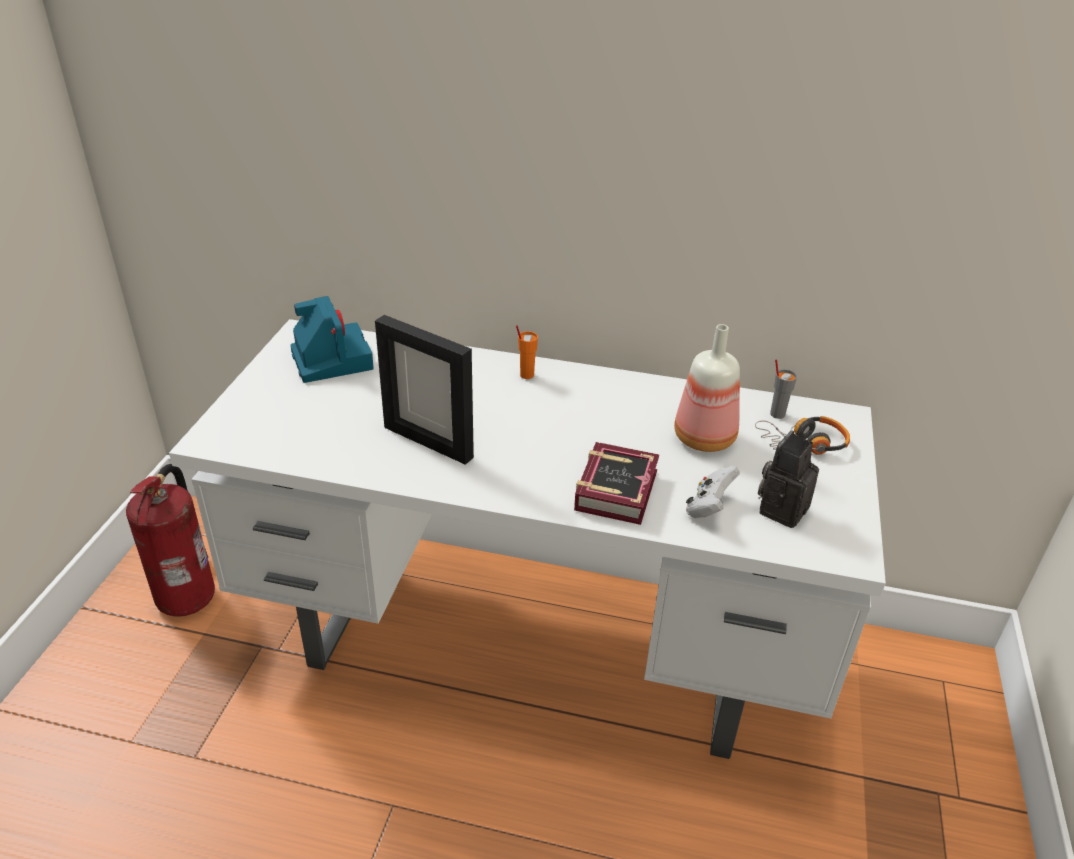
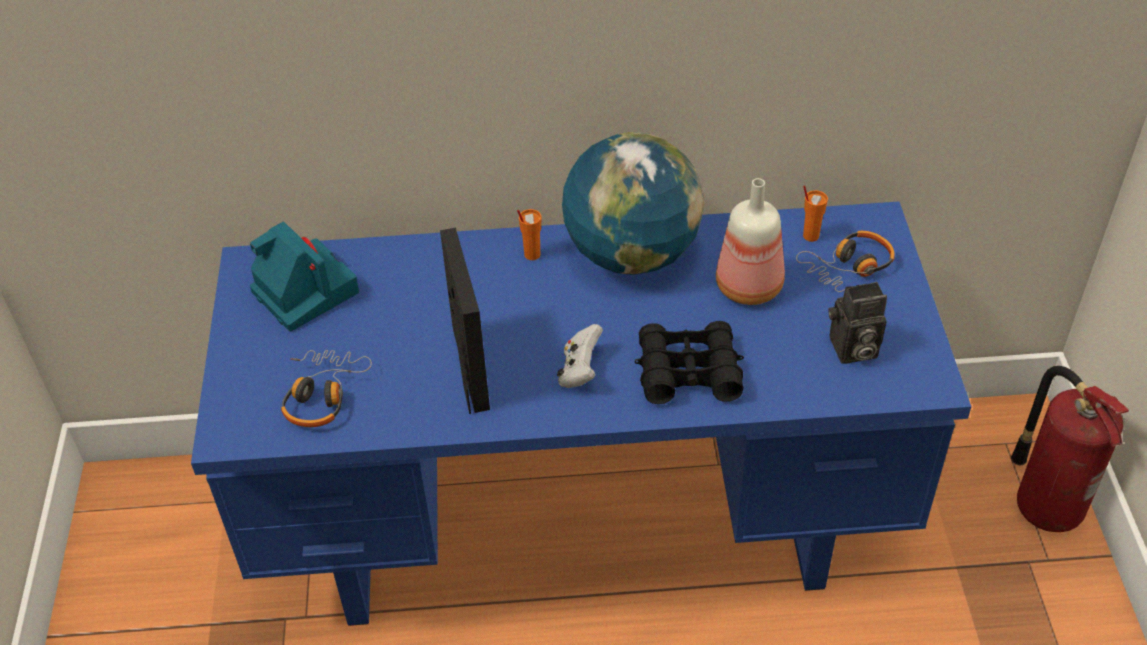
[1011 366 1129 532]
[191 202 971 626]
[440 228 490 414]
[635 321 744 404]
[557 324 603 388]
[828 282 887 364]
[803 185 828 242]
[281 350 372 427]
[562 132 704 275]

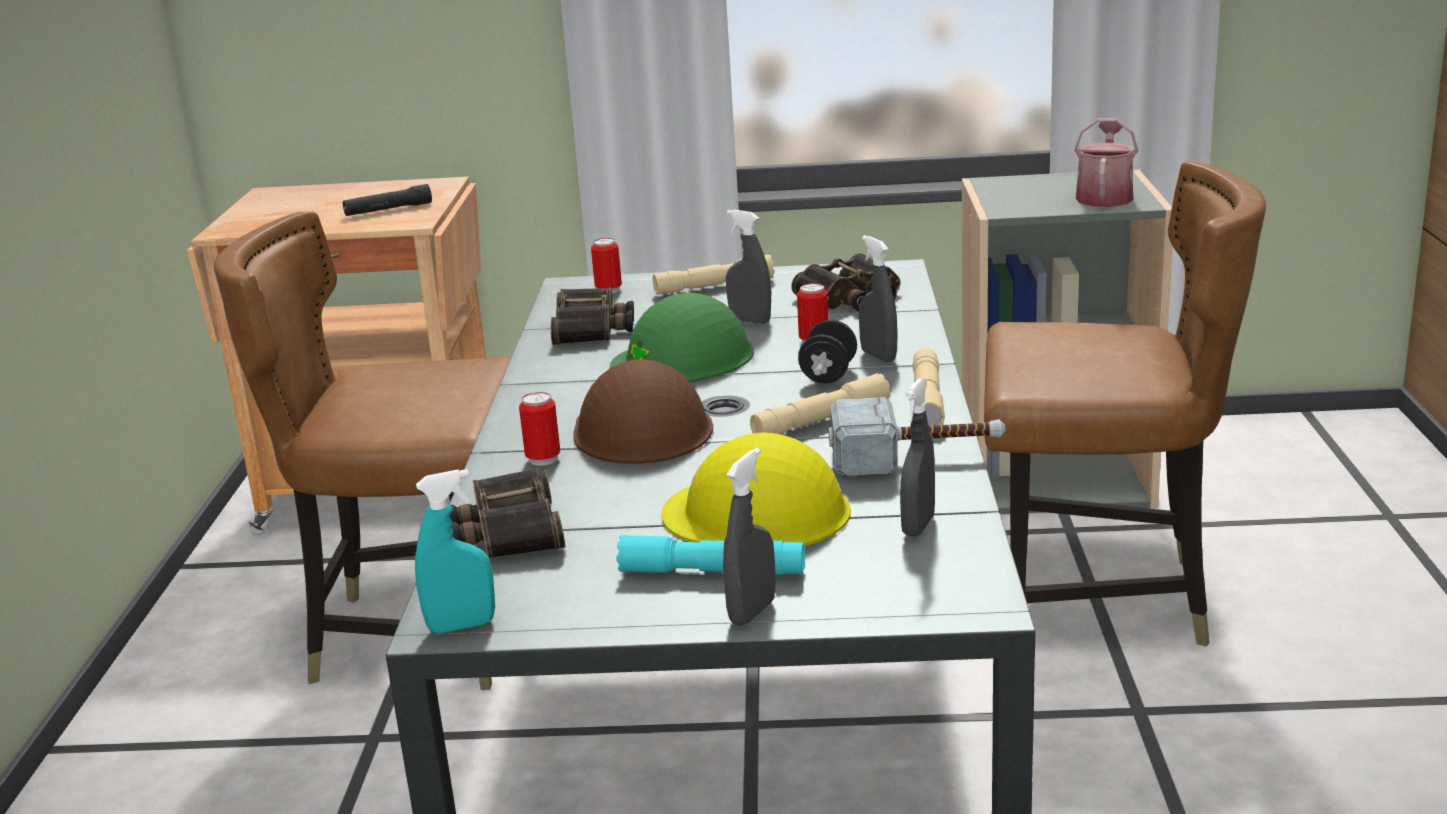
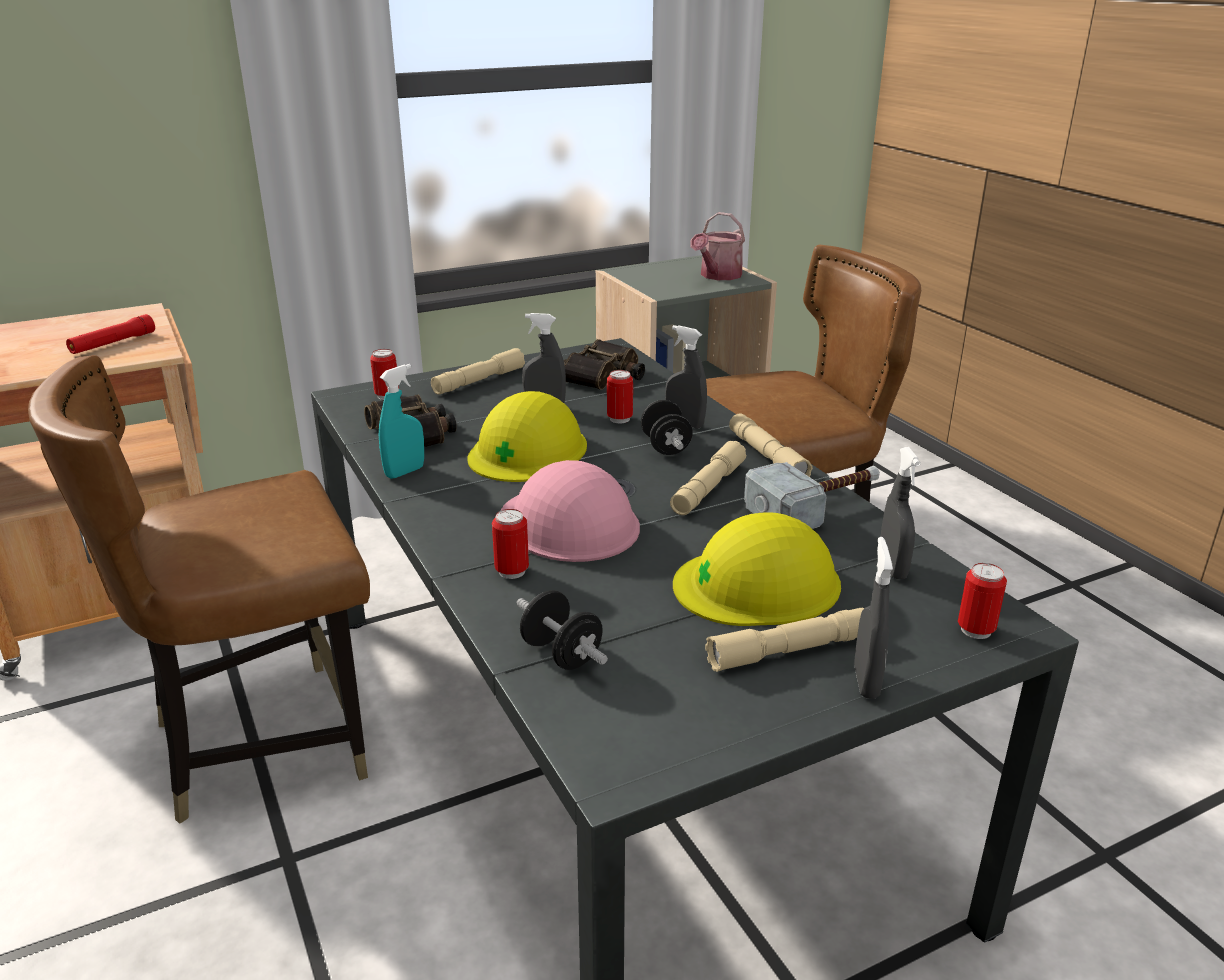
[66 314 155 354]
[379 364 424 479]
[516 590 608 670]
[501 460 640 562]
[467 391 587 482]
[705 608 864 672]
[690 212 745 280]
[958 563 1007 639]

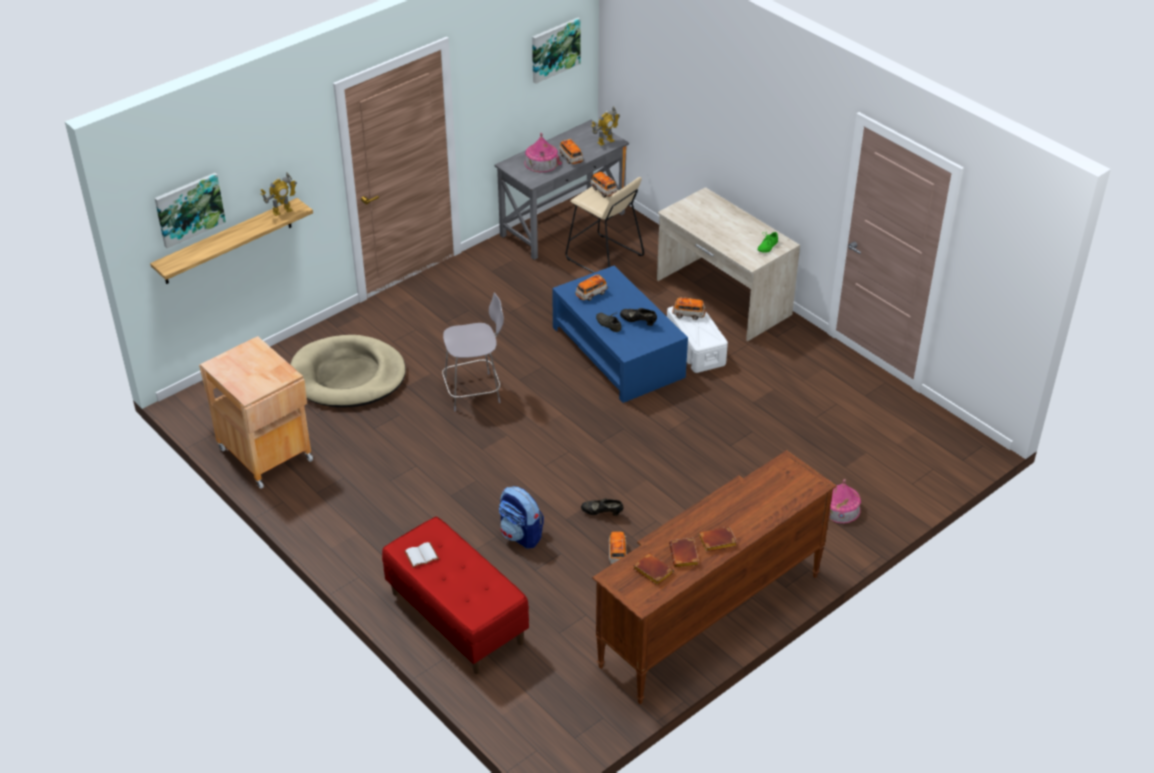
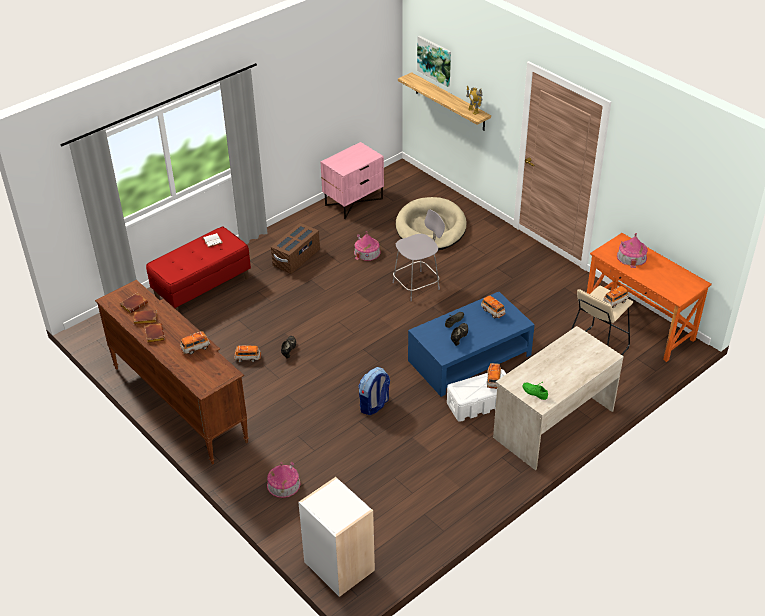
[321 142 384 219]
[393 209 445 301]
[587 233 712 362]
[358 367 390 415]
[532 18 581 84] (first image)
[180 331 210 354]
[592 107 620 146] (first image)
[271 223 320 274]
[298 477 375 597]
[354 231 380 261]

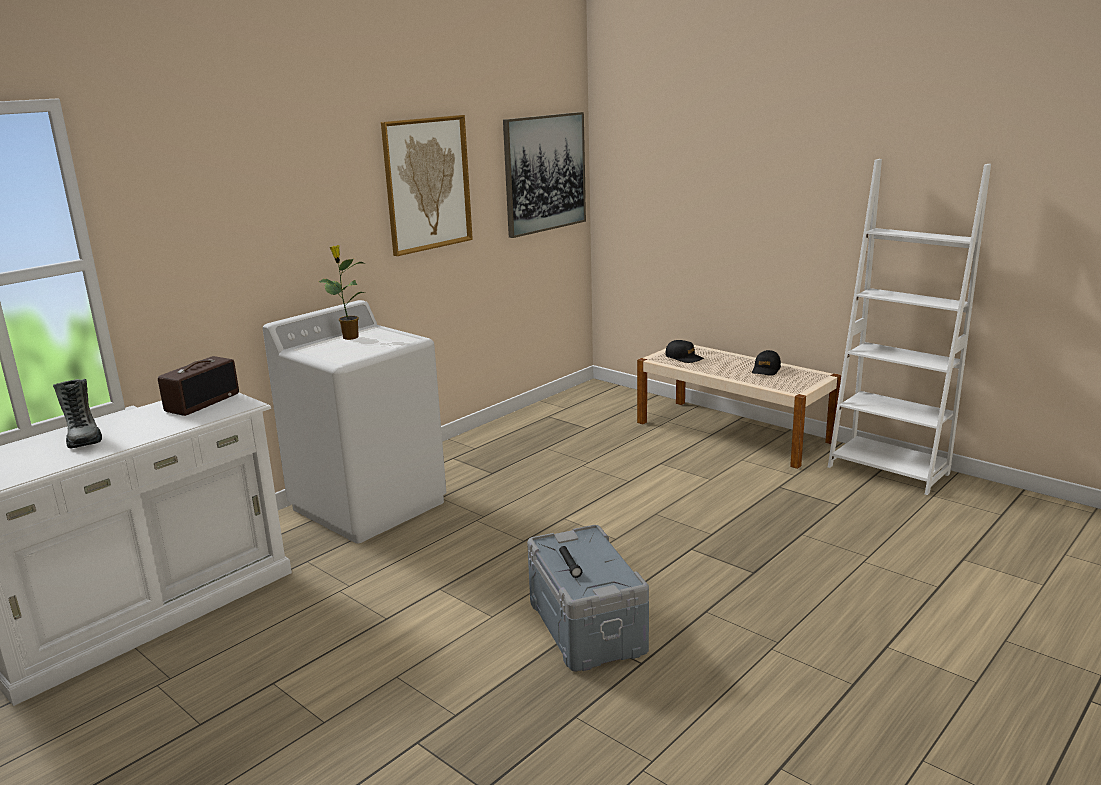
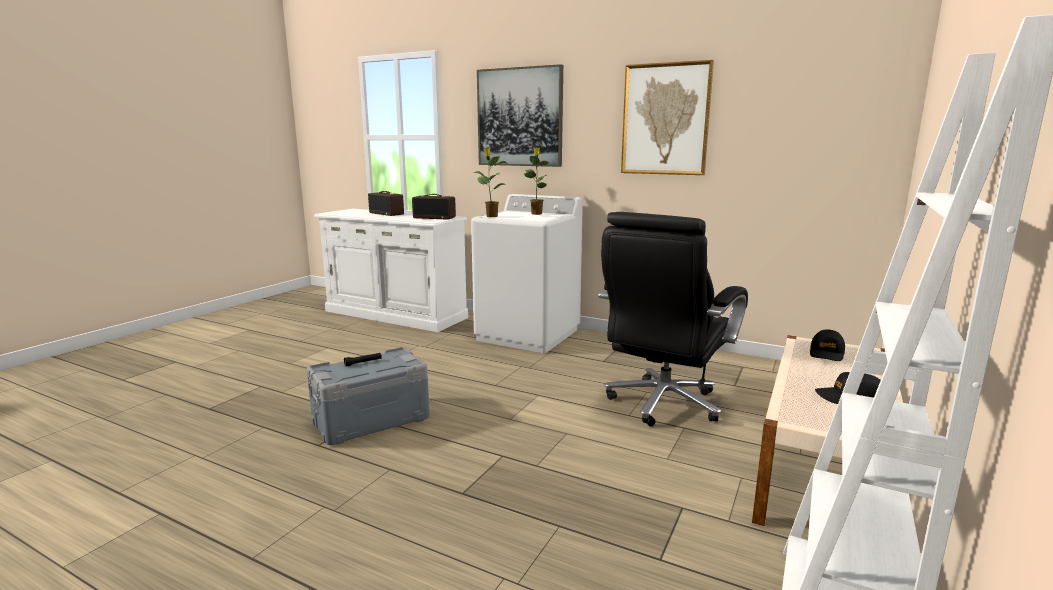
[368 191 404 216]
[477 64 563 167]
[473 148 507 217]
[598 212 748 426]

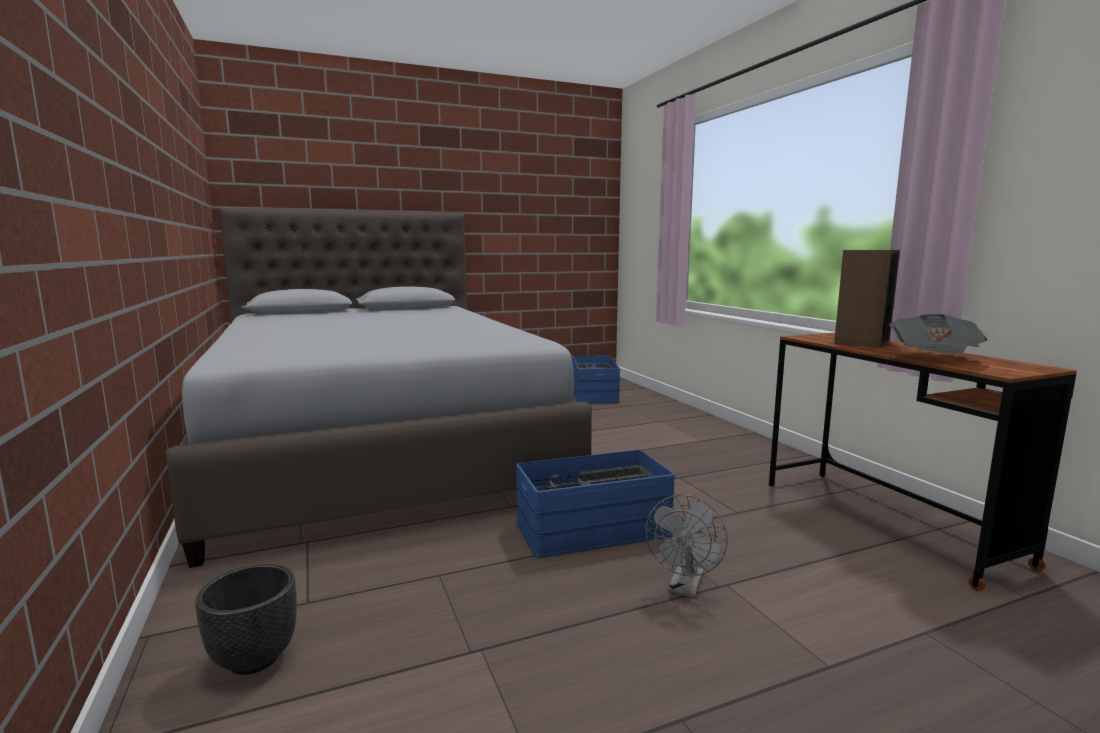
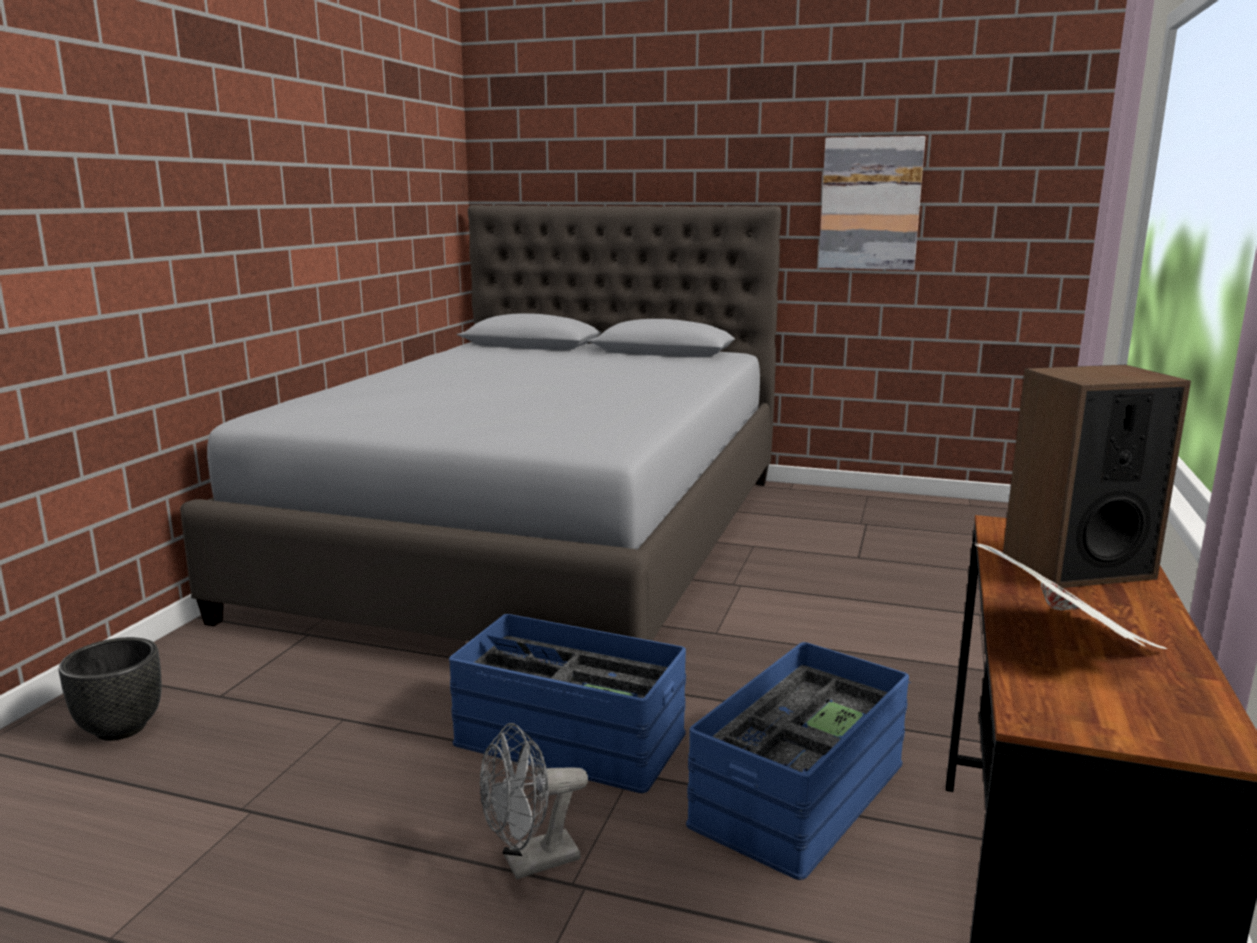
[686 642 911 880]
[818 136 925 270]

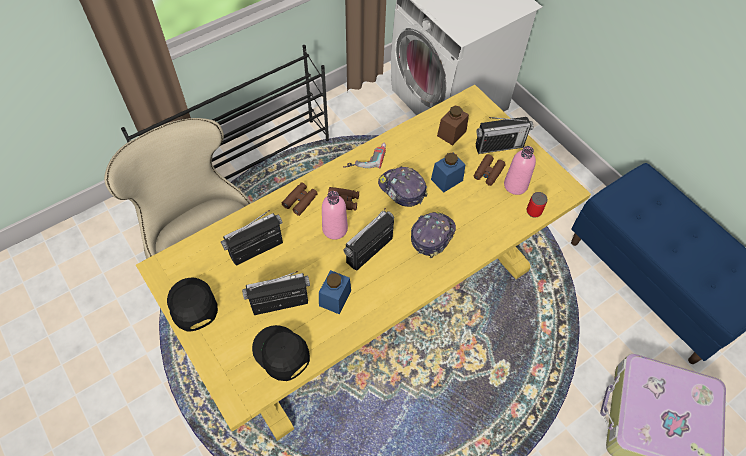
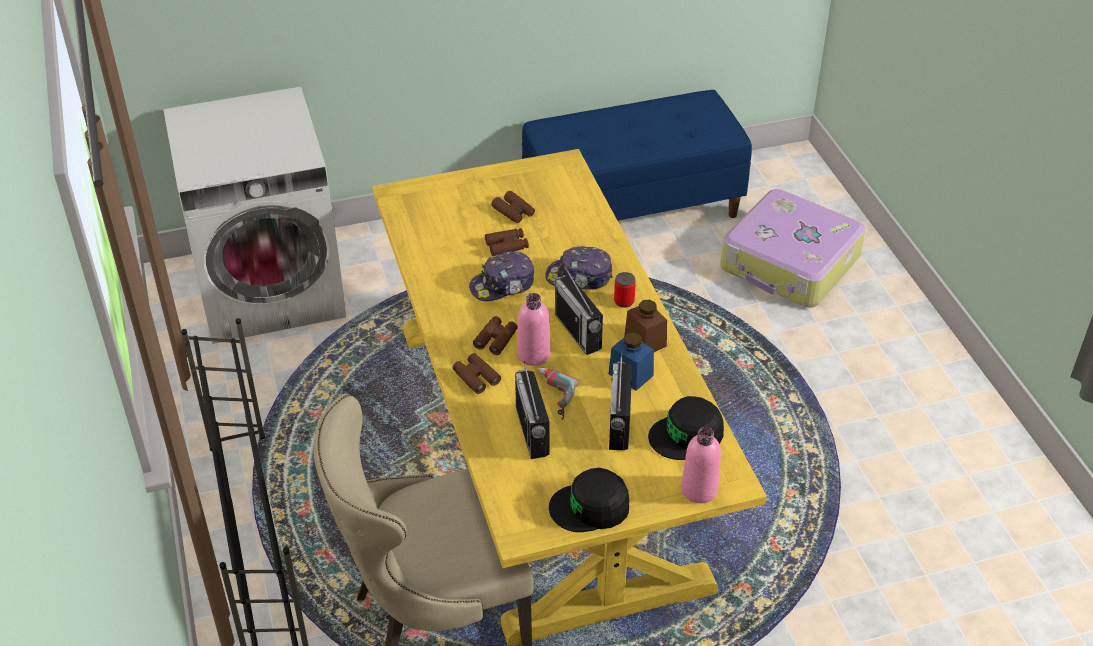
[537 367 578 420]
[545 246 613 290]
[485 228 529 256]
[624 300 667 352]
[476 117 533 154] (first image)
[681 427 721 503]
[614 272 636 308]

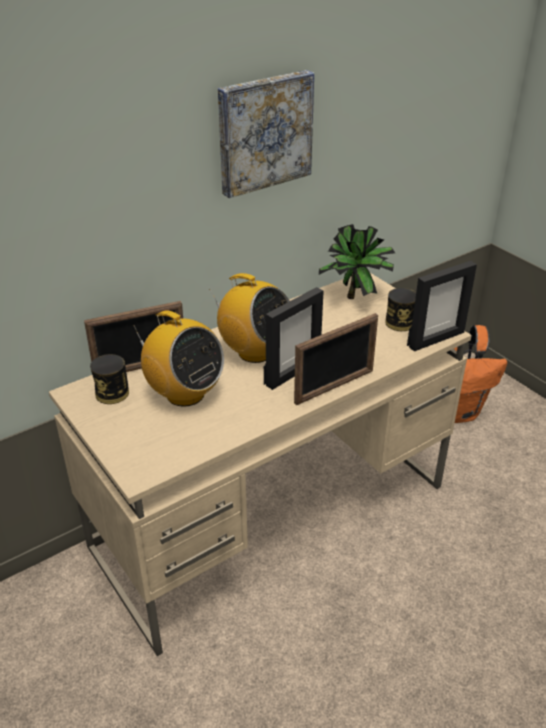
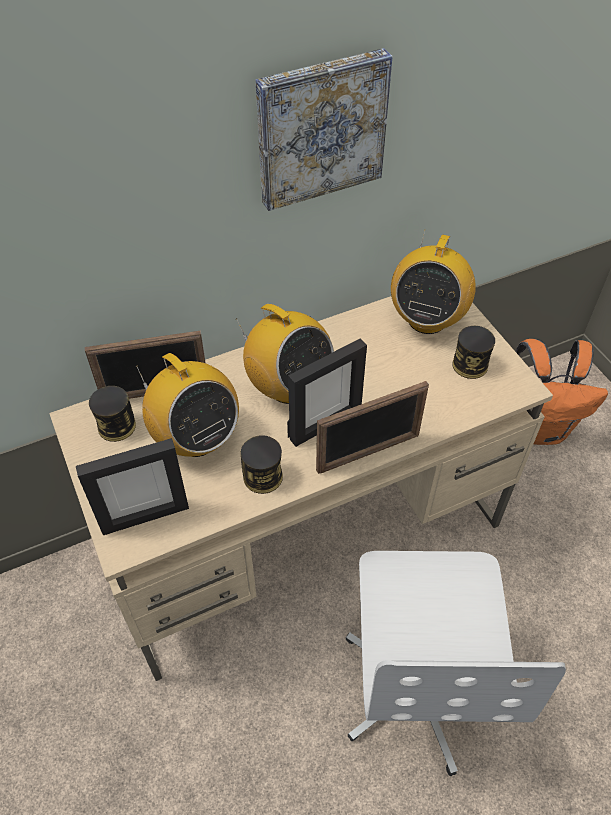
[391 231 476 334]
[76 438 189 535]
[241 435 283 494]
[345 551 566 776]

